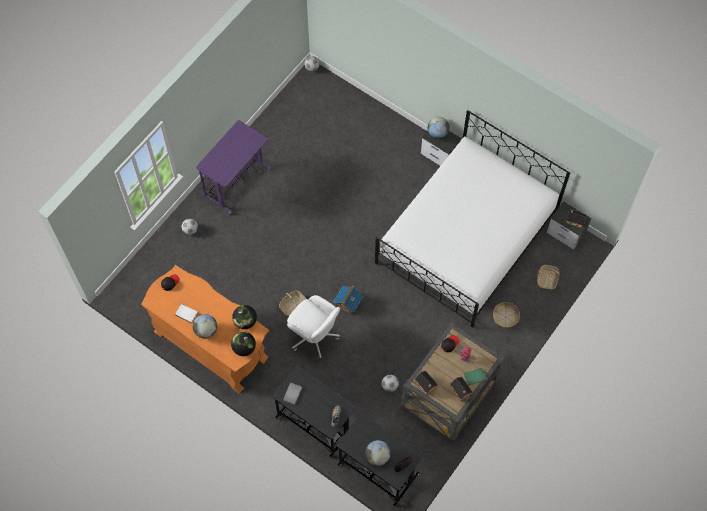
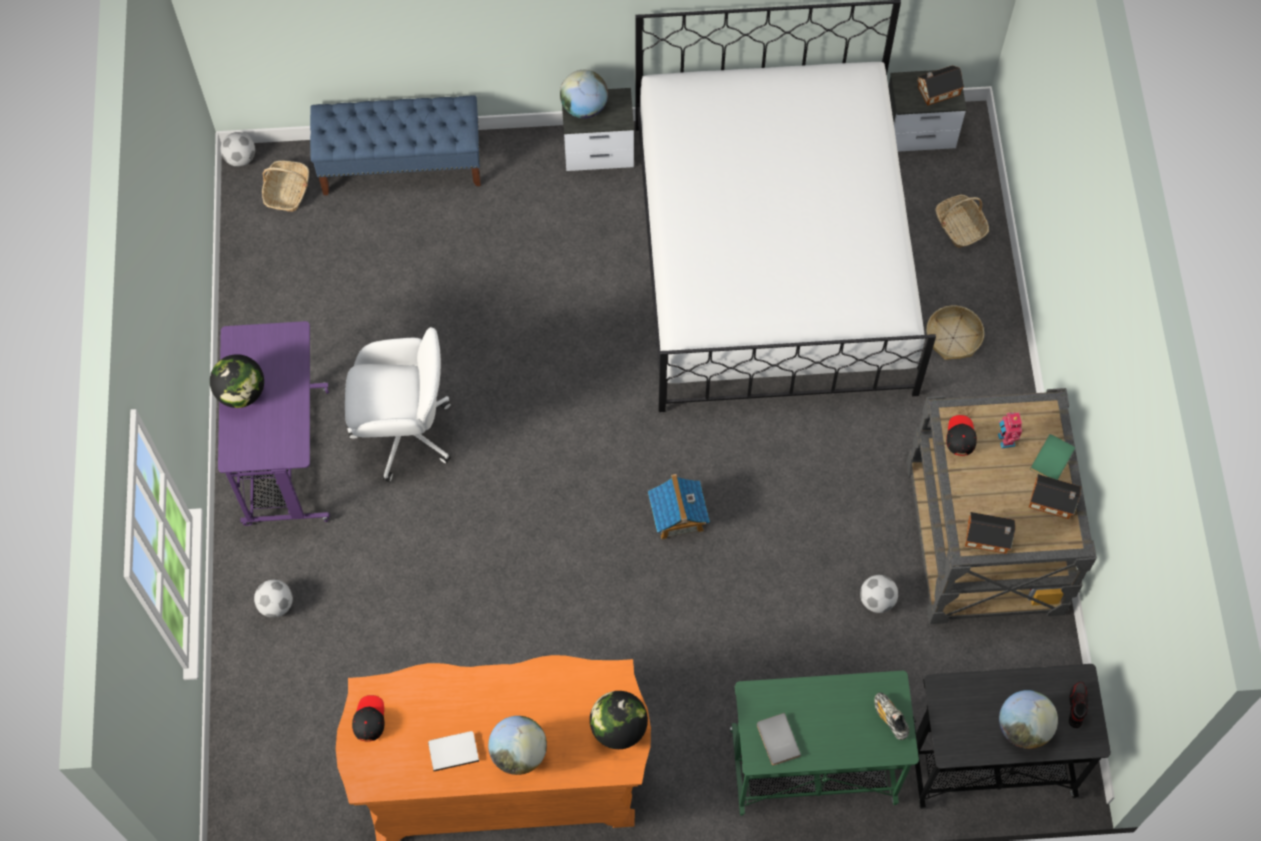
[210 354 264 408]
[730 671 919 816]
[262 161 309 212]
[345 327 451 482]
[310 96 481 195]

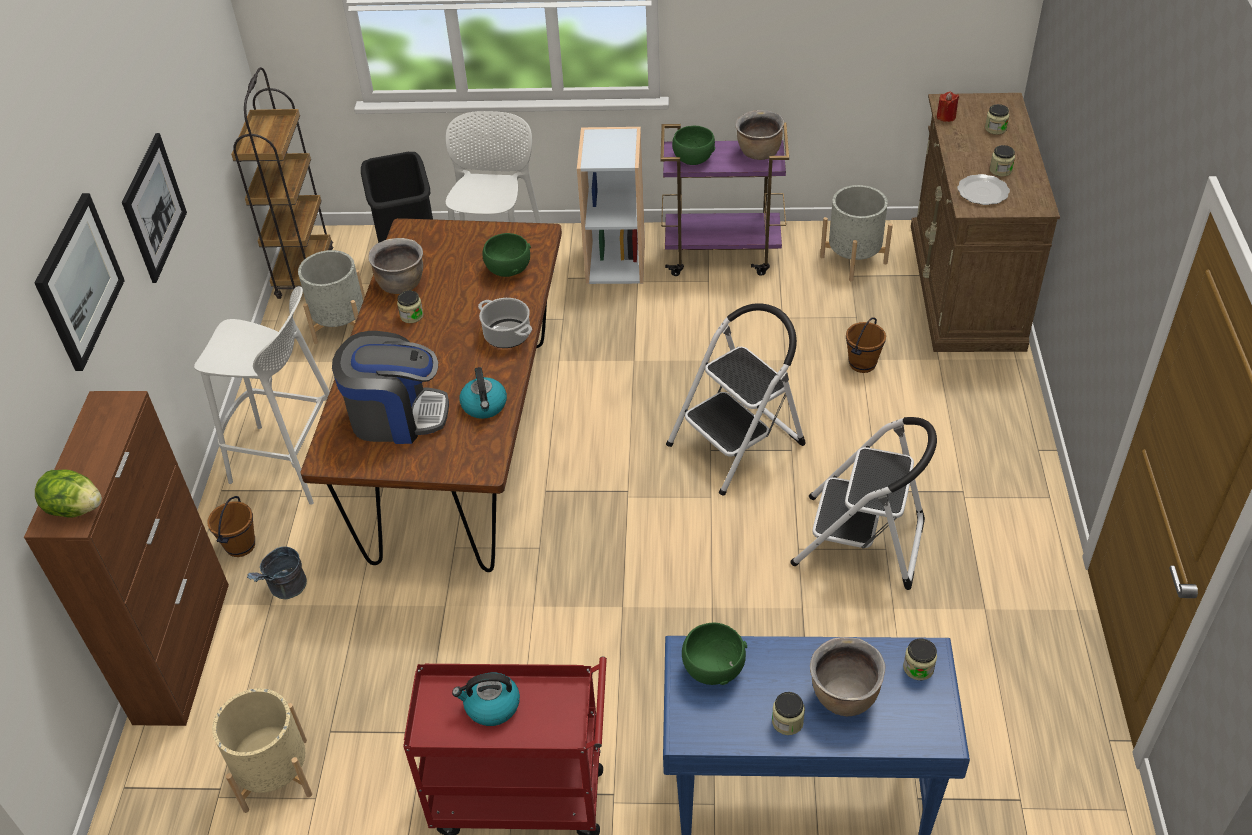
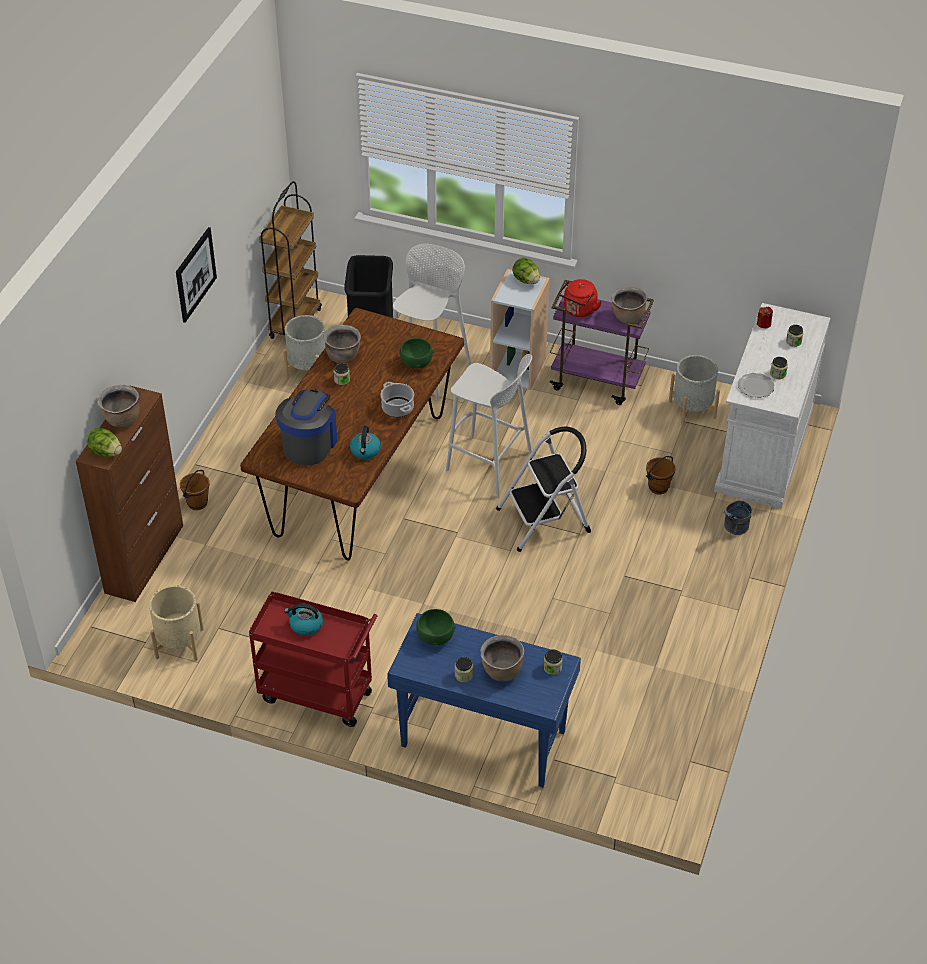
[34 193 125 371] (first image)
[446 354 532 498]
[723 501 752 535]
[275 389 337 465]
[559 279 602 317]
[790 417 937 590] (first image)
[714 303 830 508]
[98 385 139 427]
[513 258 540 284]

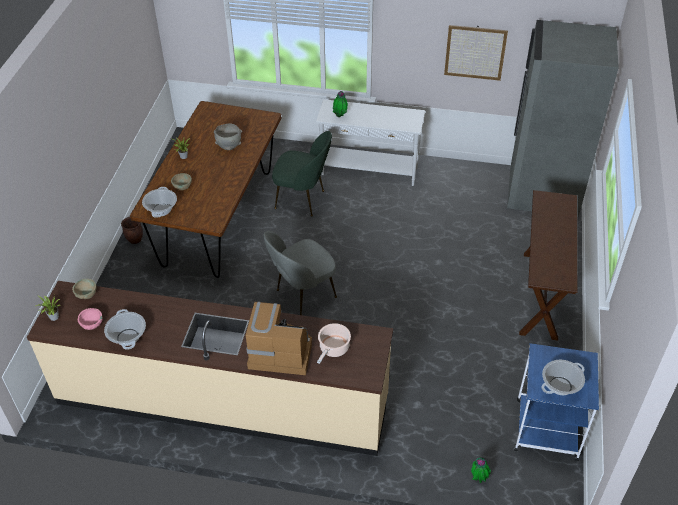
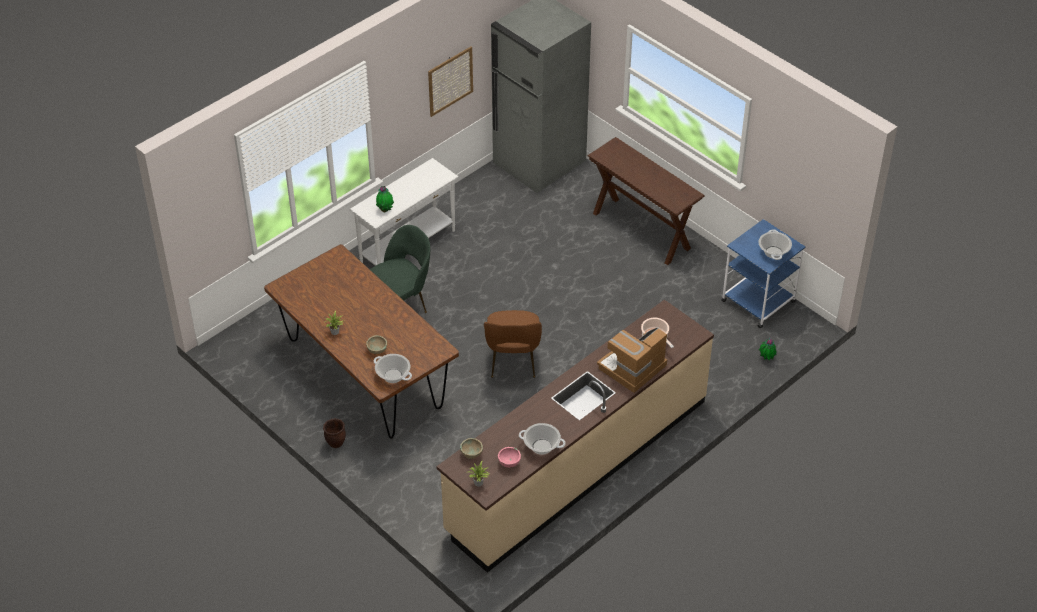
[214 124 242 150] (first image)
[484 310 542 378]

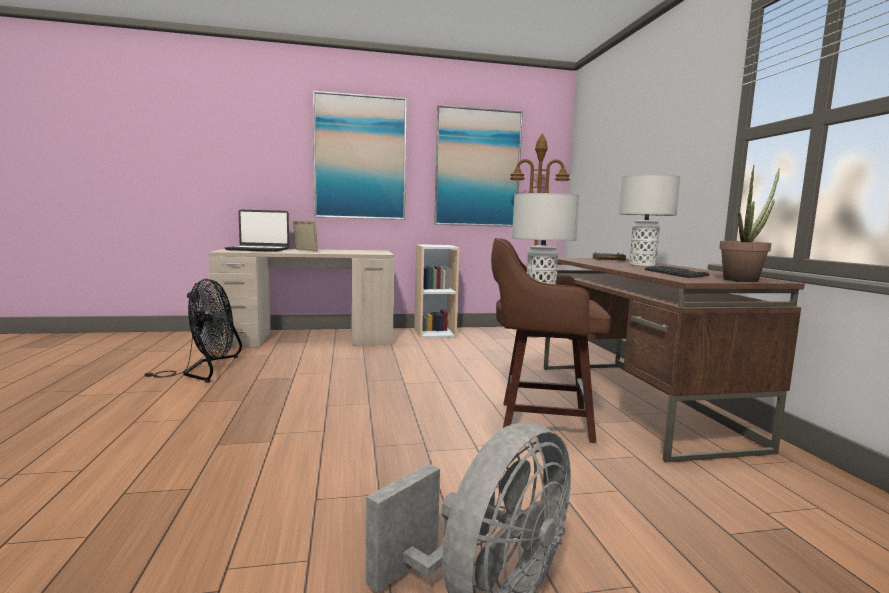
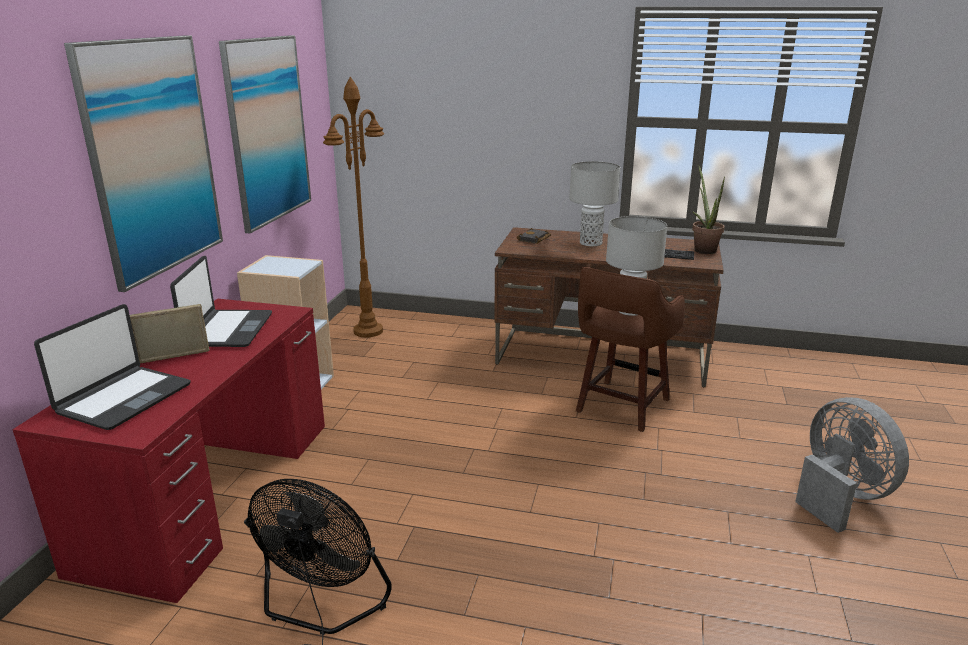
[12 299 325 603]
[170 256 272 347]

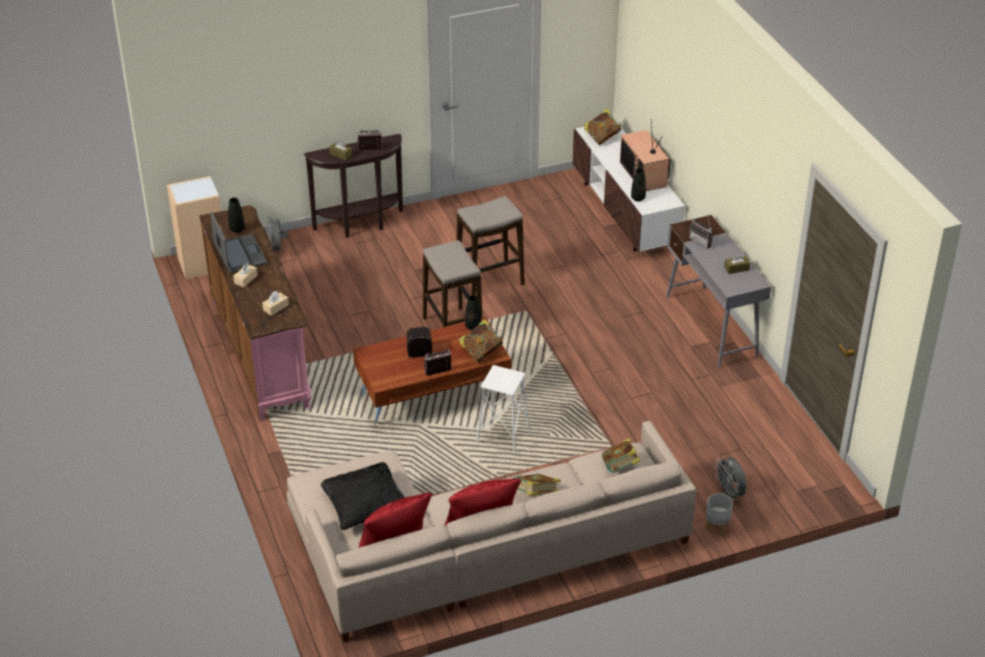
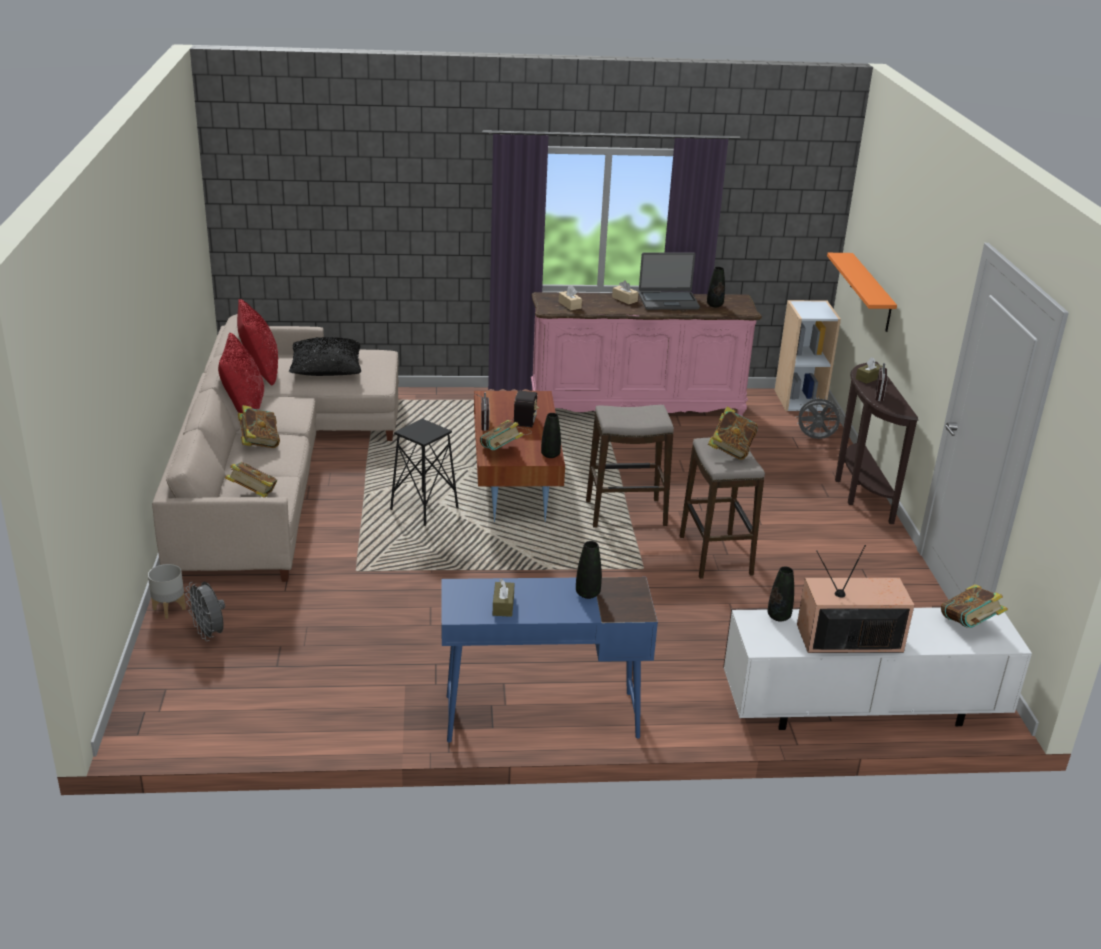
[390 419 458 526]
[441 577 658 742]
[576 541 602 599]
[185 582 225 641]
[708 407 758 460]
[827 253 897 332]

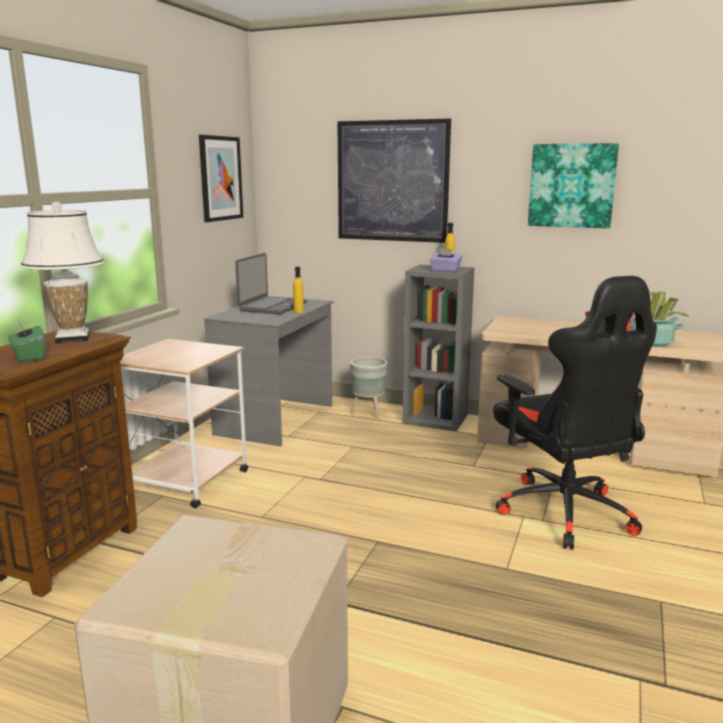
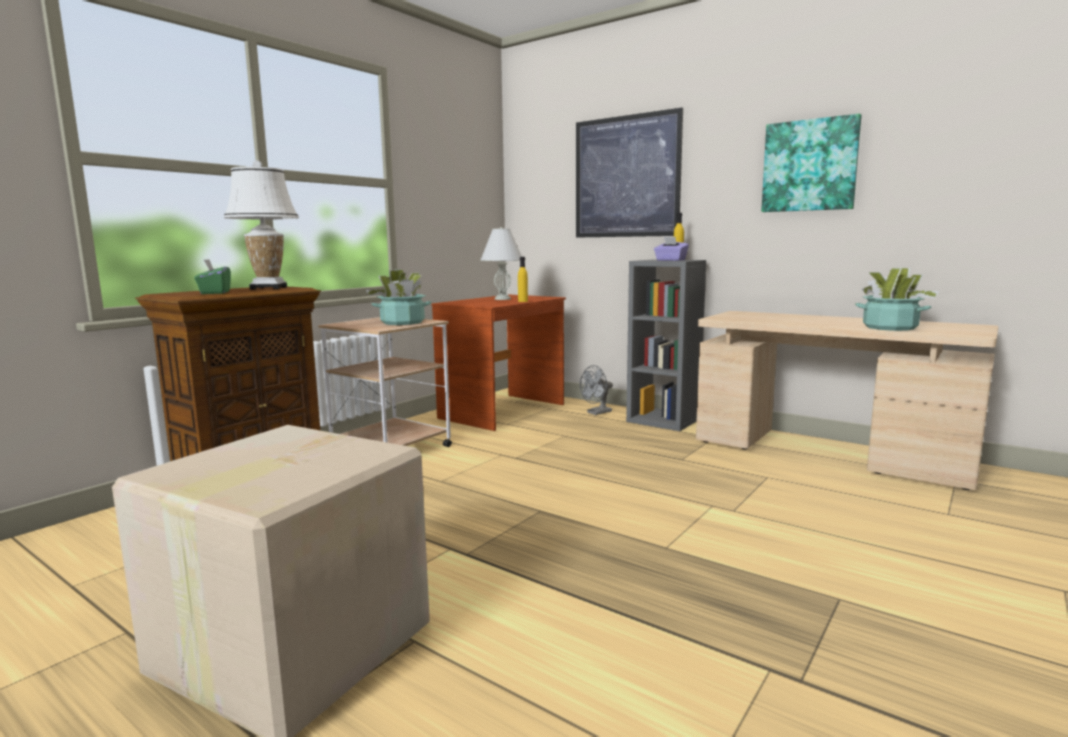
[199 135 243 222] (first image)
[432 295 566 431]
[480 227 522 300]
[580 365 613 415]
[493 276 657 550] (first image)
[366 270 432 325]

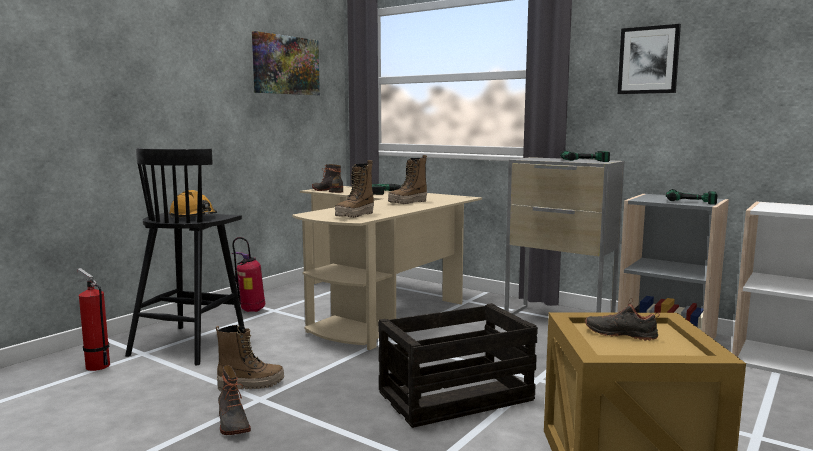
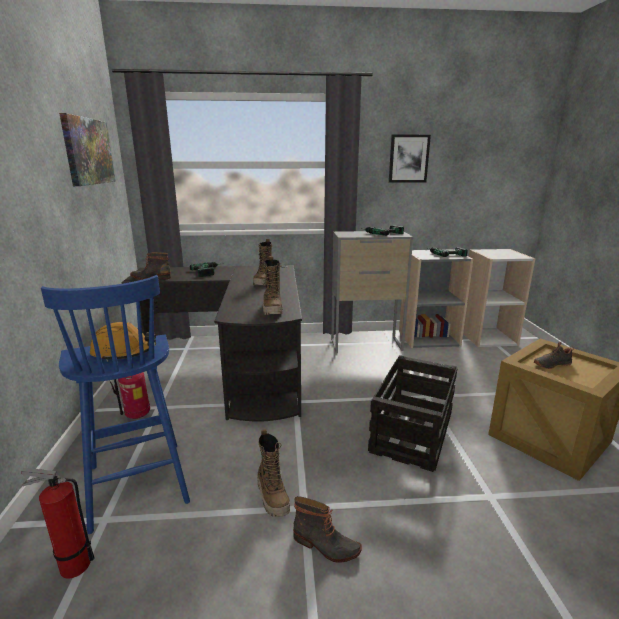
[41 275 190 534]
[257 429 290 517]
[121 265 302 422]

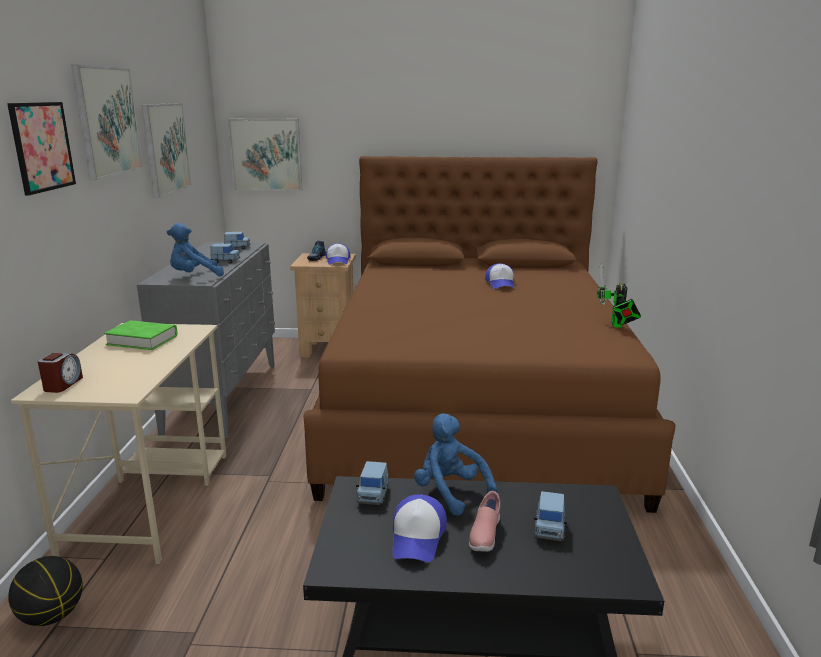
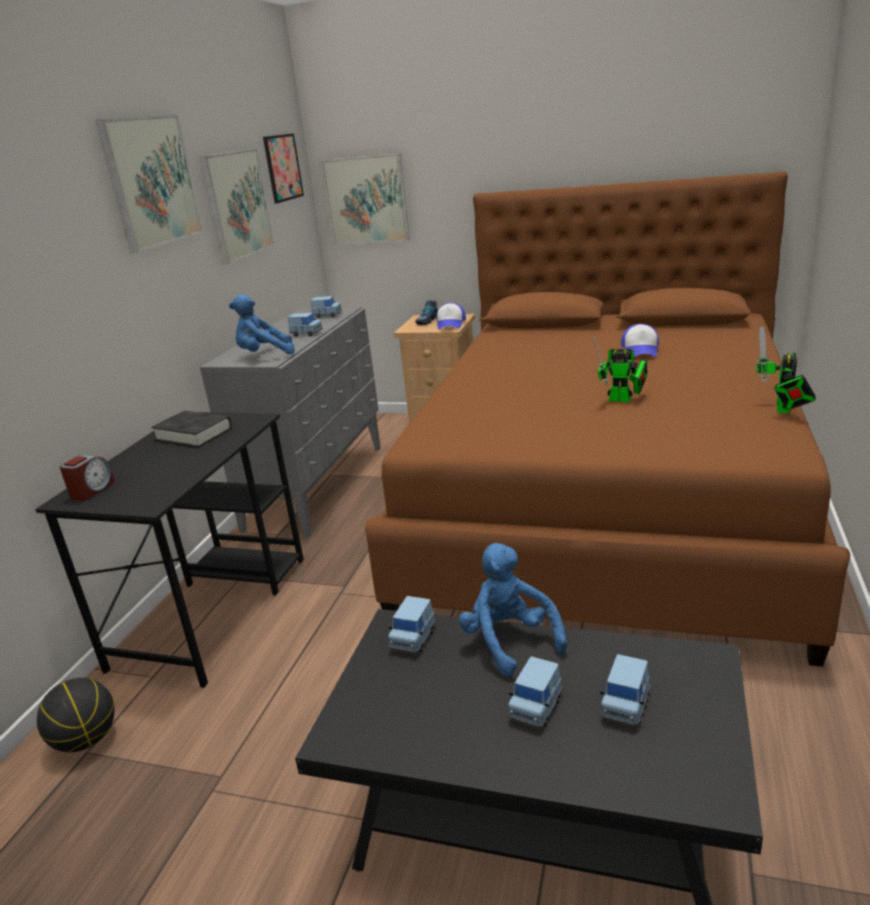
[263 133 304 204]
[35 412 304 688]
[151 411 232 447]
[392 494 447 562] (first image)
[508 656 563 729]
[593 336 647 402]

